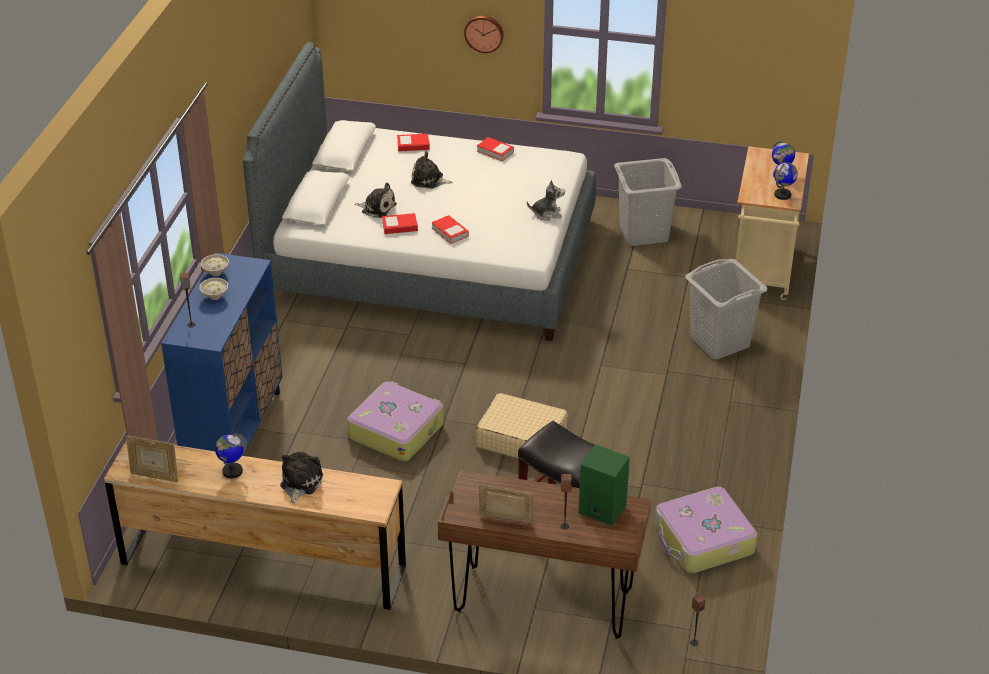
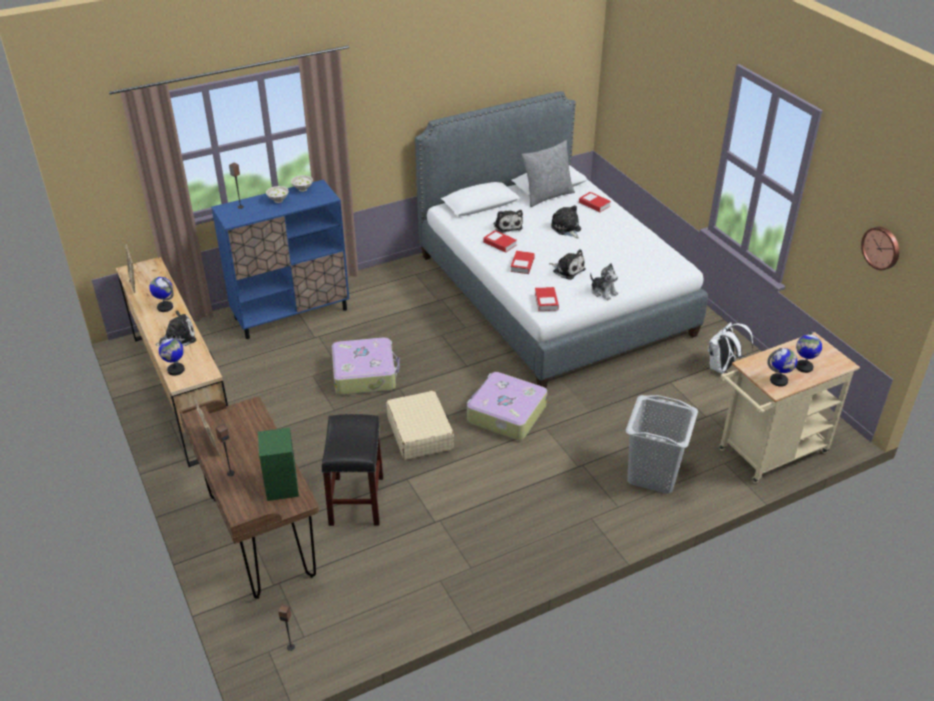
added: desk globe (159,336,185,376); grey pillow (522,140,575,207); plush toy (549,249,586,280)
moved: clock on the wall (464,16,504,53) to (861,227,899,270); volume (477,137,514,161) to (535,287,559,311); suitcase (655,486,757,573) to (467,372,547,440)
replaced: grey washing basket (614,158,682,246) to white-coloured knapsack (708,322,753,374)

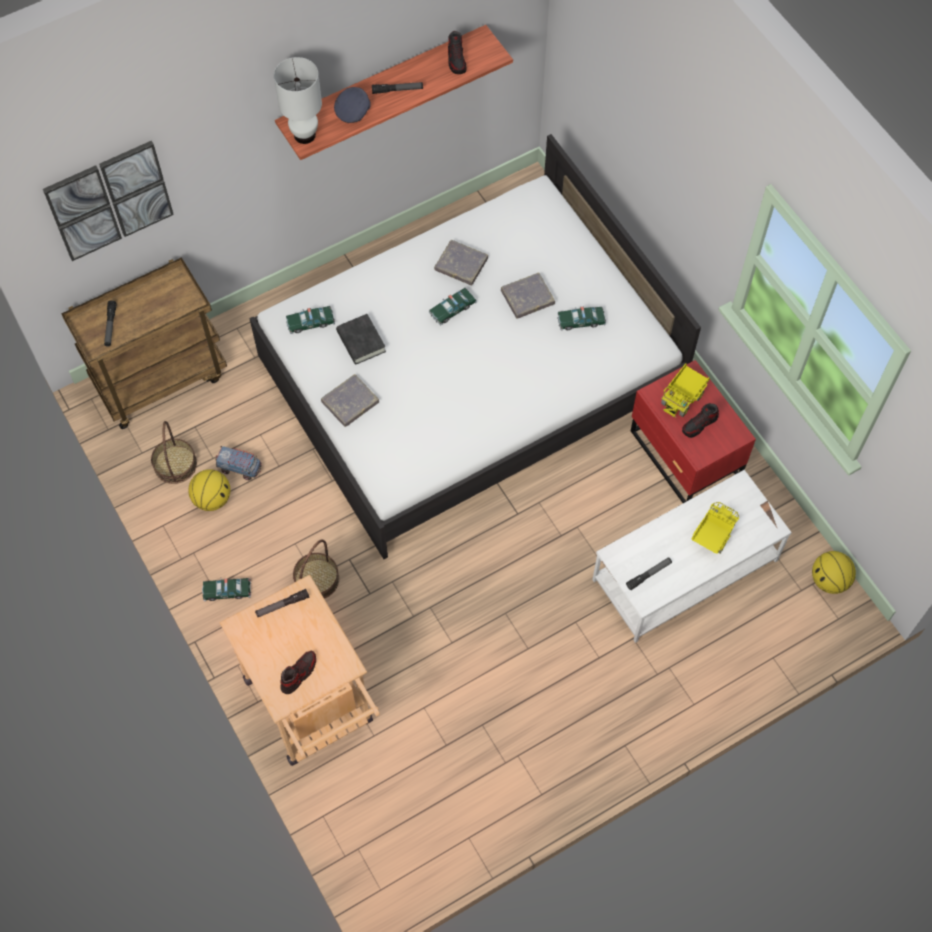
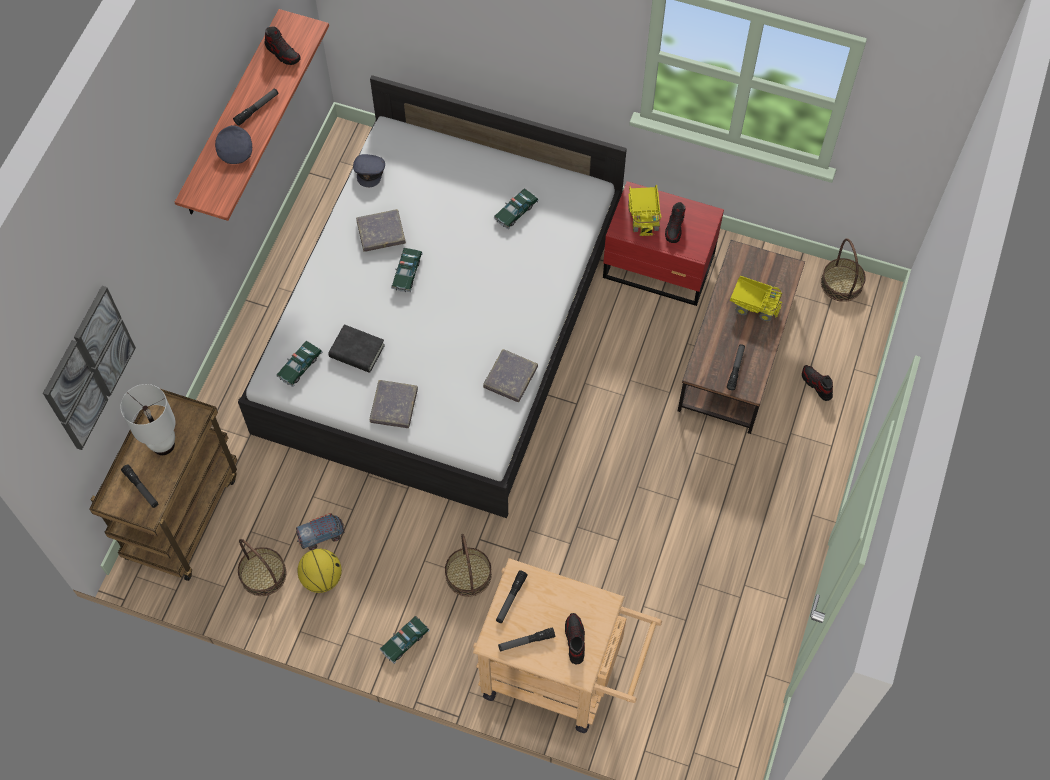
added: grey cap (353,154,385,187); flashlight (498,627,555,651); shoe (802,365,833,401)
moved: white-coloured table lamp (274,57,322,144) to (120,384,176,455); grey volume (501,272,555,319) to (483,349,538,402)
replaced: ball for basketball (812,551,856,594) to storage basket (821,238,866,302)
recoloured: white-coloured low table (592,470,792,643) to brown low table (678,240,805,434)
turned: toy lorry (691,502,739,554) = (730,276,782,321) 120 degrees clockwise

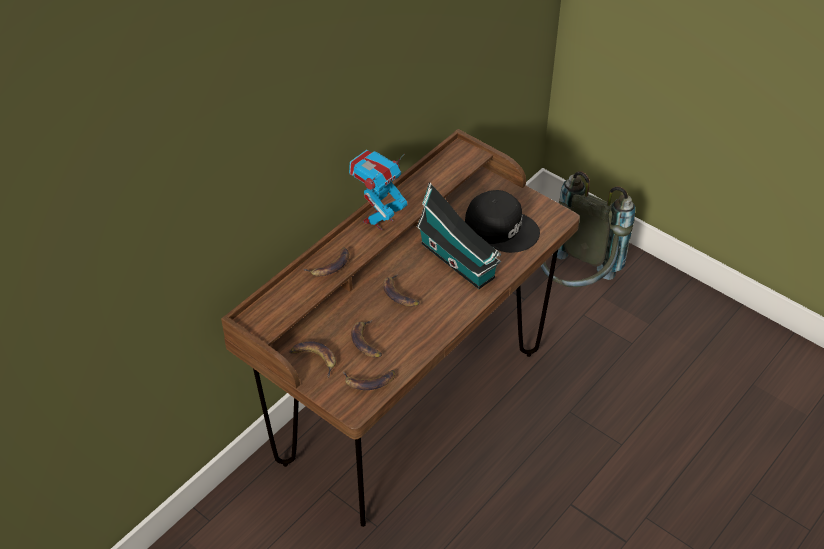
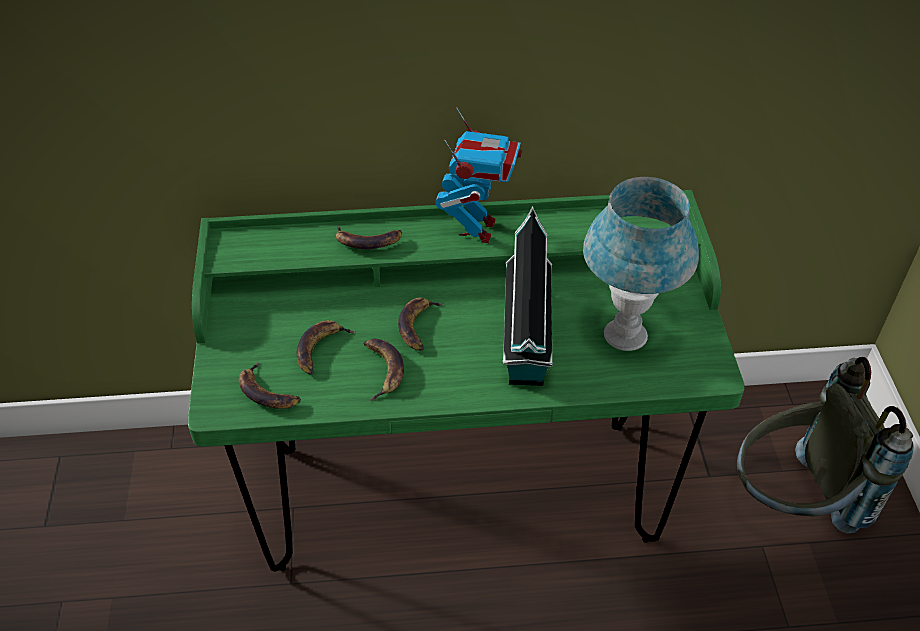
moved: banana fruit (290,341,336,378) to (364,339,404,401)
replaced: blackish cap (465,190,540,253) to blue table lamp (583,177,699,351)
recoloured: brown desk unit (221,129,580,527) to green-coloured desk unit (188,190,745,572)
turned: model robot (349,150,408,230) = (435,107,522,243) 105 degrees clockwise

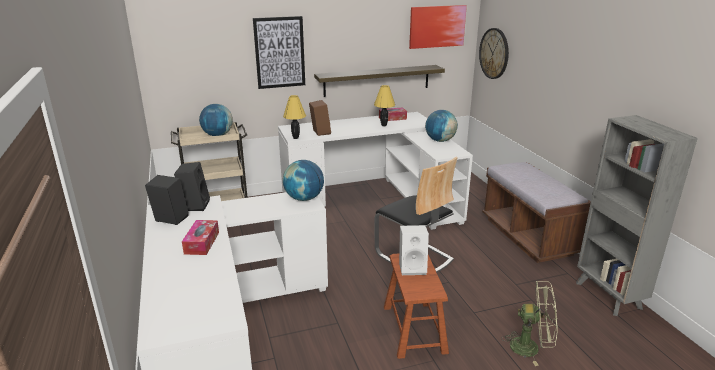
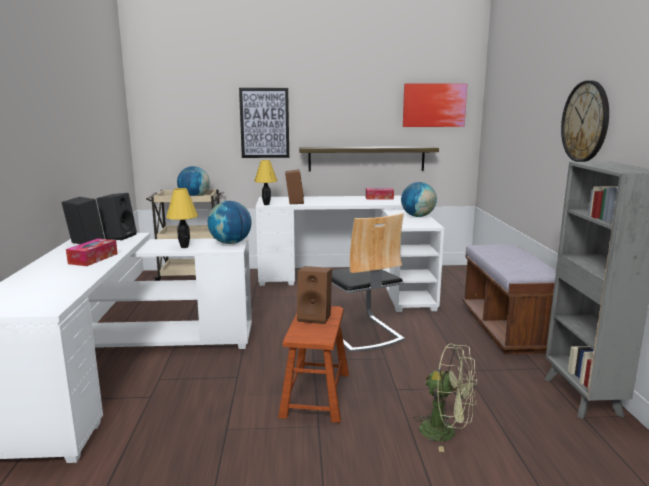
moved: yellow-coloured table lamp (374,85,395,126) to (166,188,198,248); clock on the wall (479,28,509,79) to (561,80,609,162)
recoloured: white-coloured speaker (399,225,429,275) to brown speaker (297,266,332,324)

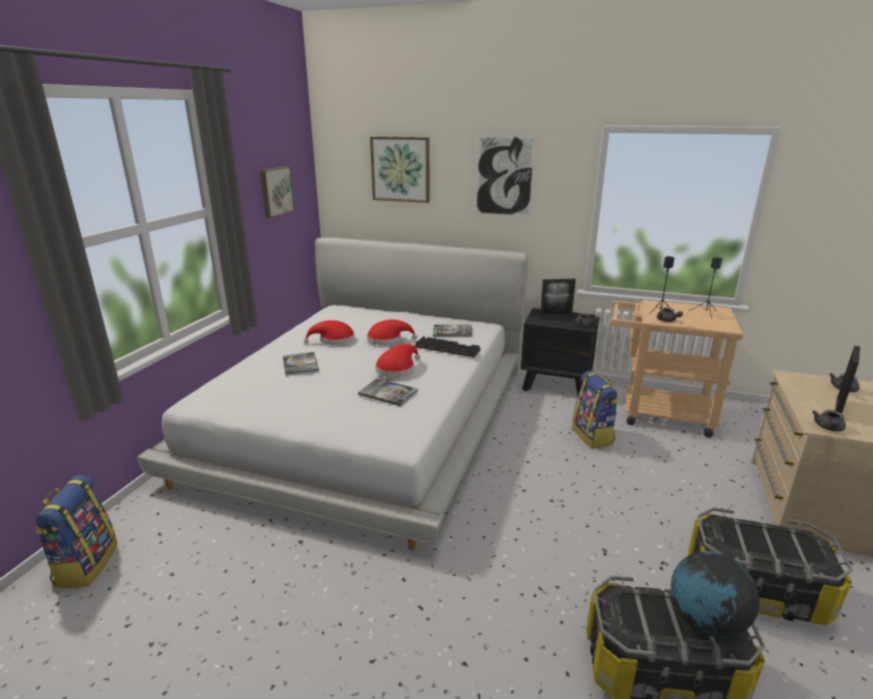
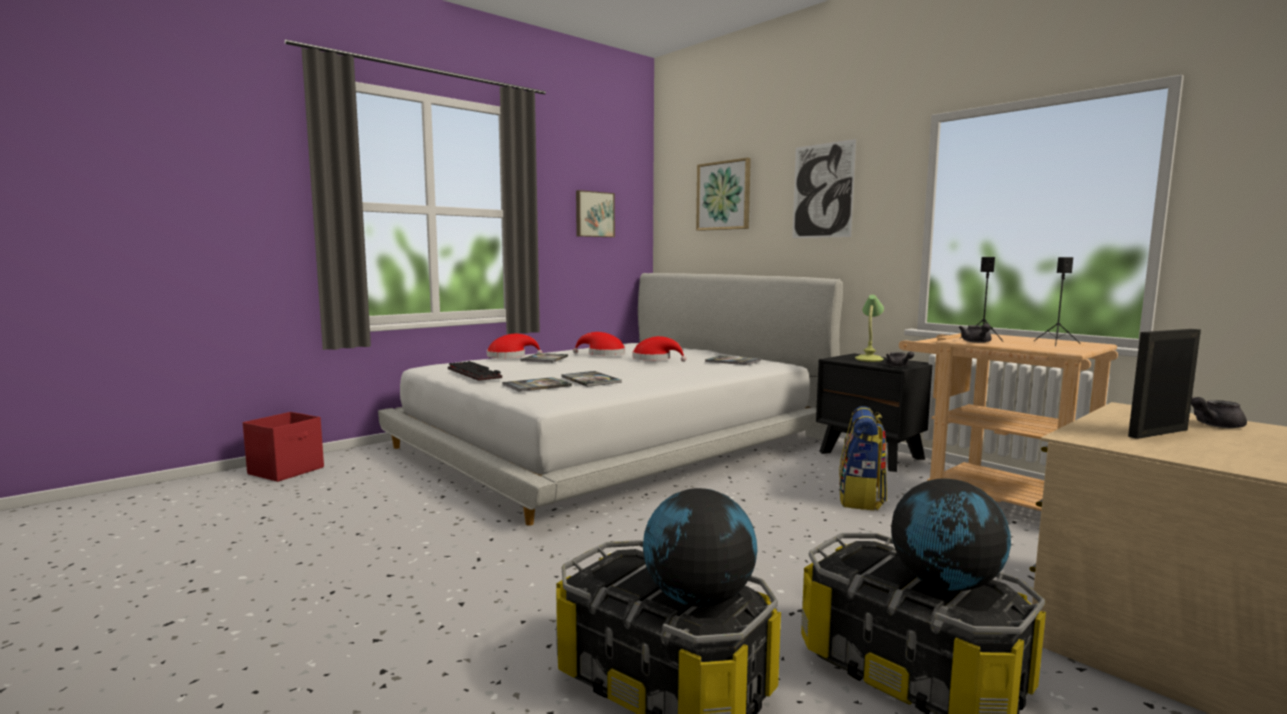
removed: grey teapot (812,410,846,432)
added: volume (502,377,572,392); desk globe (891,479,1011,591)
moved: red-coloured clothing hat (375,344,420,378) to (487,334,543,358); keyboard (415,336,481,358) to (448,361,502,381)
replaced: knapsack (35,475,117,588) to red-coloured storage box (243,412,324,482); standing frame (540,279,576,319) to table lamp (855,294,884,362)

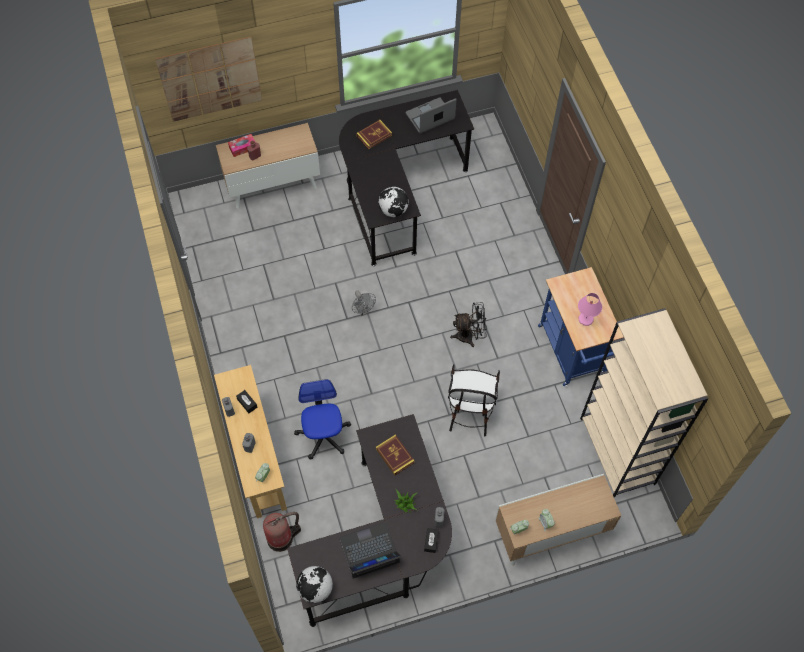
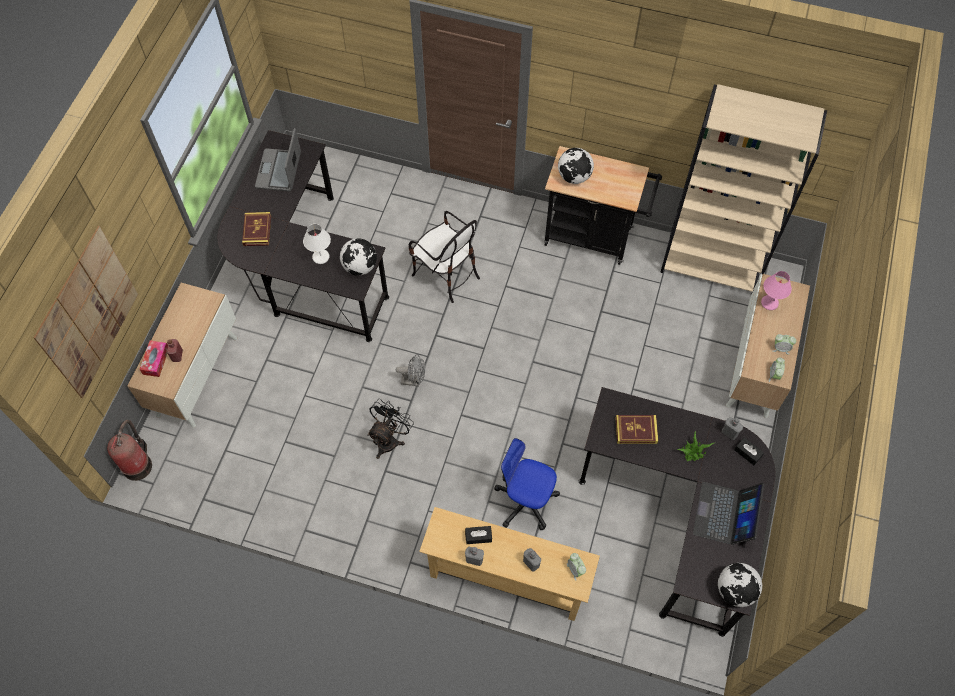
added: white-coloured table lamp (303,224,331,264); desk globe (558,148,594,184)
moved: fire extinguisher (263,512,301,552) to (107,420,152,481); upright chair (448,364,500,436) to (409,211,480,303); blackish fan (450,302,487,347) to (367,399,414,459); pink table lamp (578,293,602,326) to (761,271,792,310)
recoloured: blue trolley (538,267,624,387) to blackish trolley (544,146,662,265)

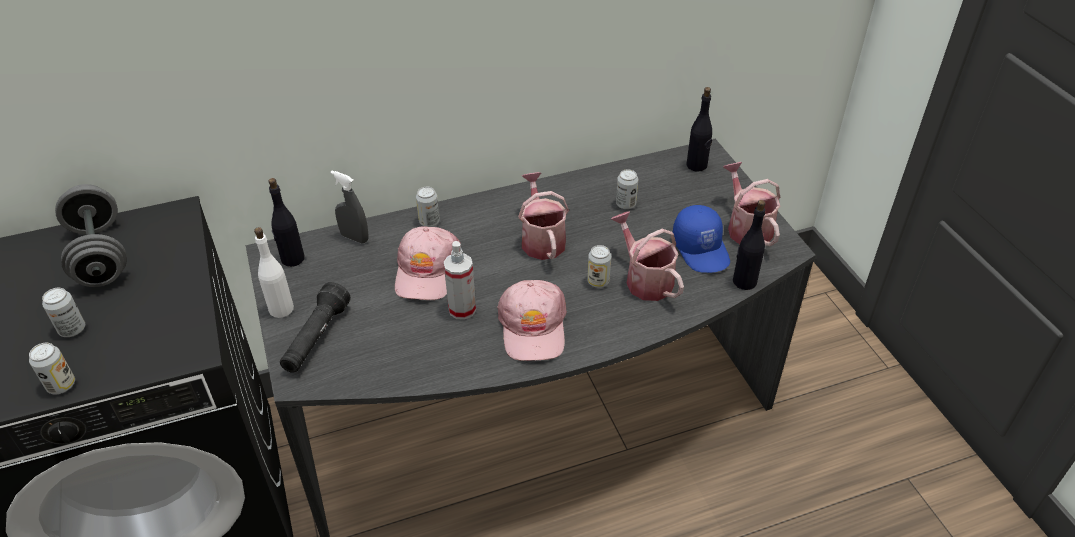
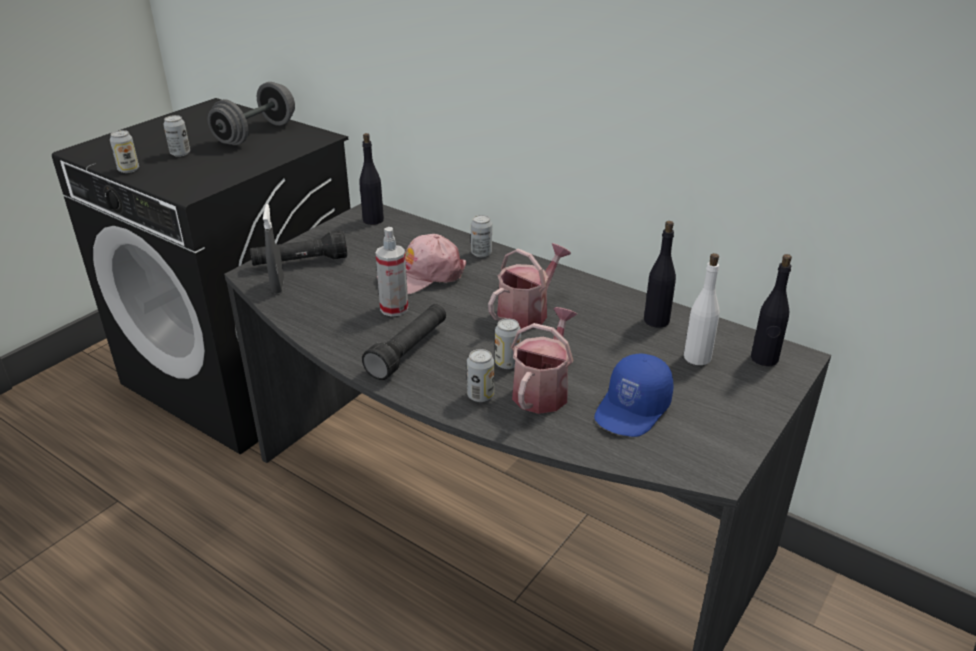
removed: watering pot (723,162,780,246)
moved: white-coloured beverage bottle (254,227,294,318) to (684,253,720,365); grey hand sprayer (330,171,368,243) to (263,204,284,294); can (616,169,638,209) to (467,349,494,402); blackish beverage bottle (733,200,766,290) to (644,221,676,328)
replaced: pink cap (497,280,567,361) to blackish flashlight (362,304,446,380)

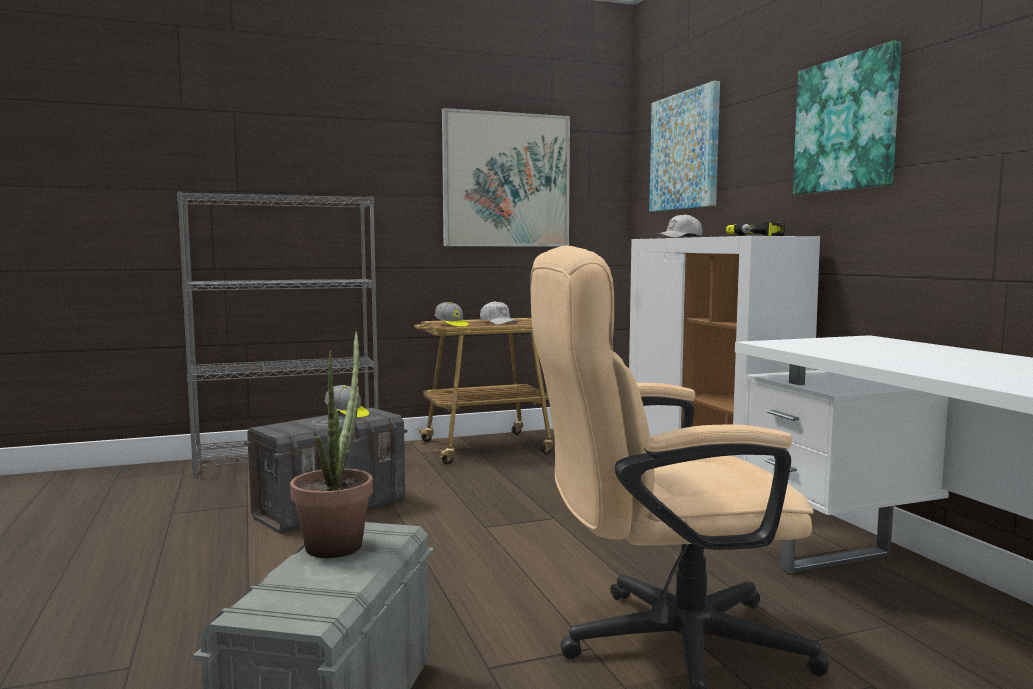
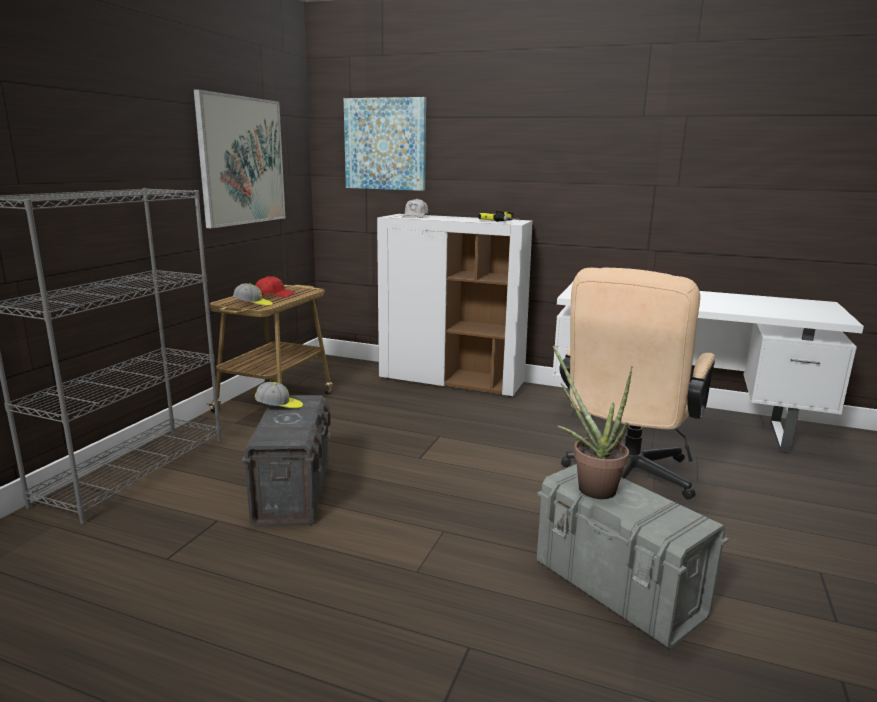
removed: wall picture (793,41,901,194)
recoloured: white-coloured cap (480,301,518,325) to red-coloured cap (255,276,295,297)

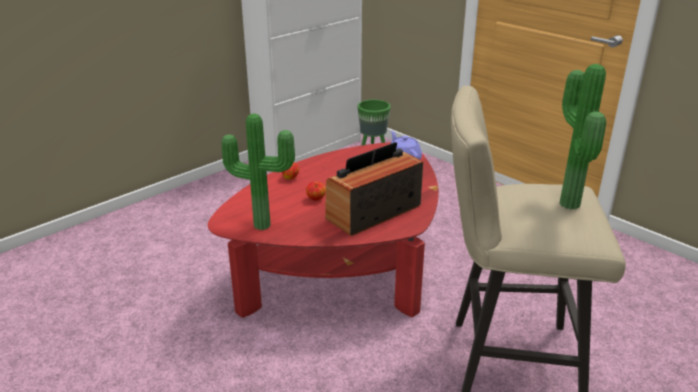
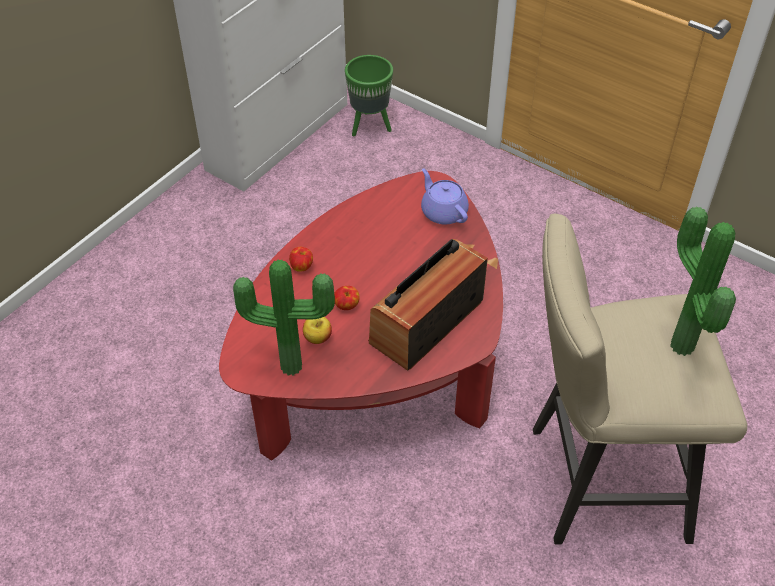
added: whole apple (303,317,332,344)

